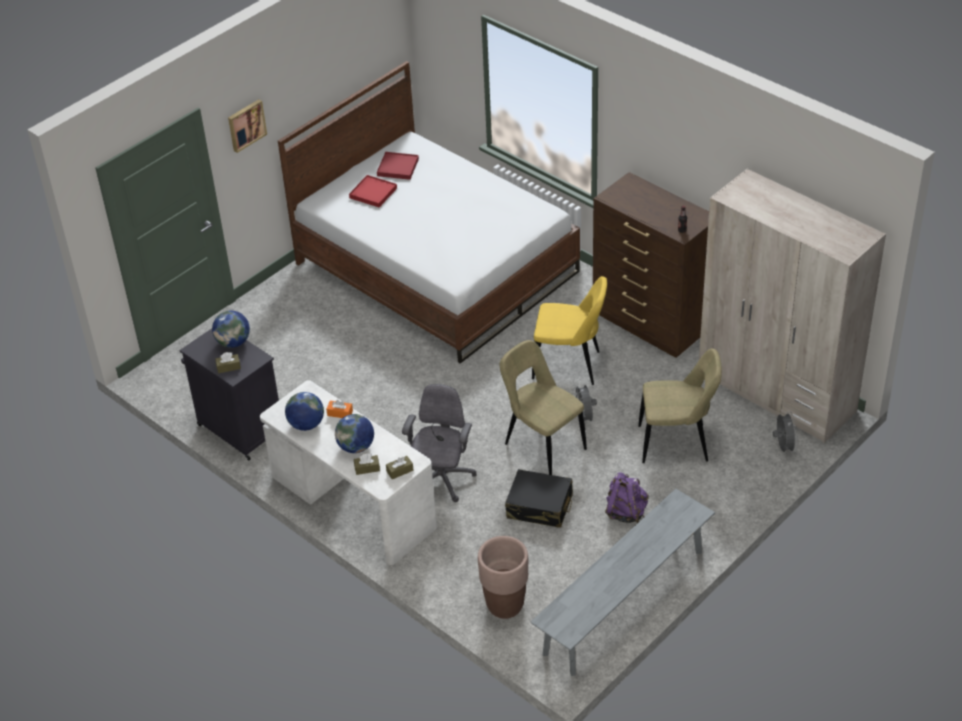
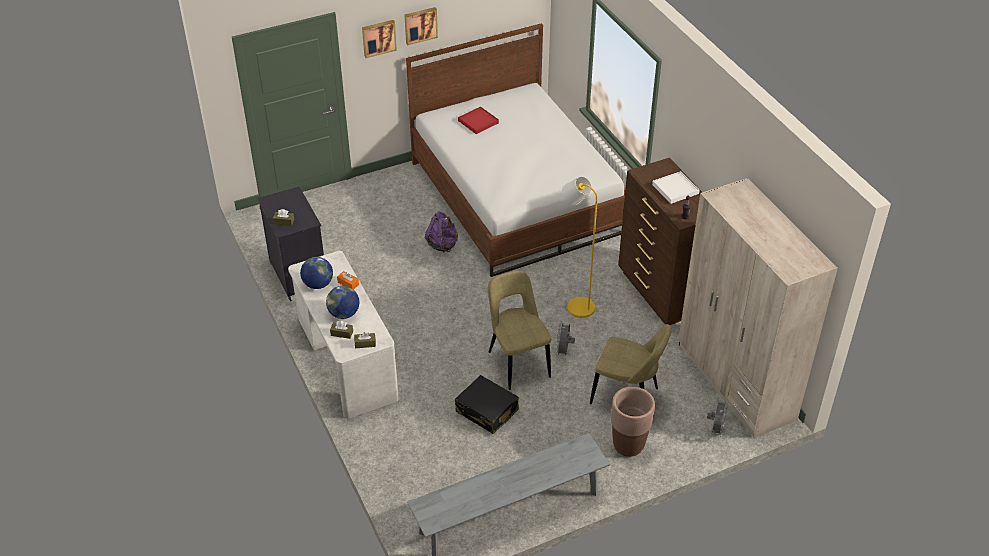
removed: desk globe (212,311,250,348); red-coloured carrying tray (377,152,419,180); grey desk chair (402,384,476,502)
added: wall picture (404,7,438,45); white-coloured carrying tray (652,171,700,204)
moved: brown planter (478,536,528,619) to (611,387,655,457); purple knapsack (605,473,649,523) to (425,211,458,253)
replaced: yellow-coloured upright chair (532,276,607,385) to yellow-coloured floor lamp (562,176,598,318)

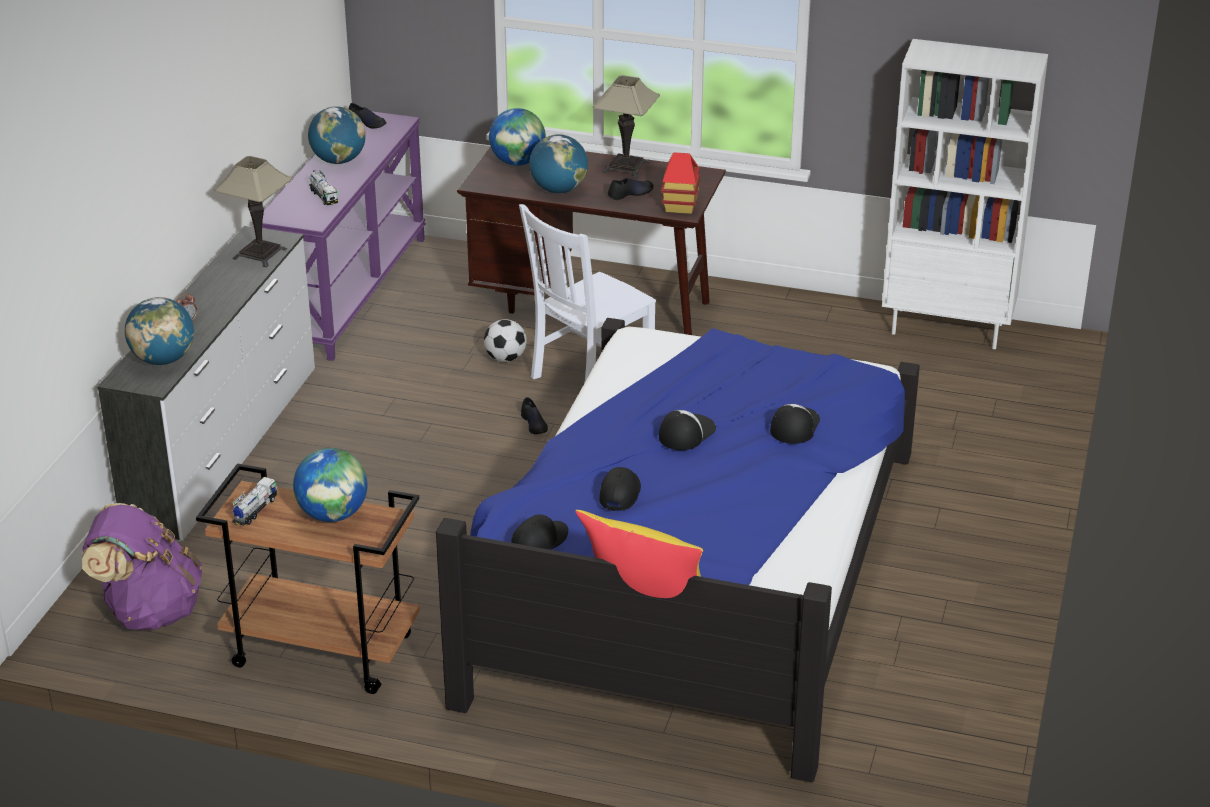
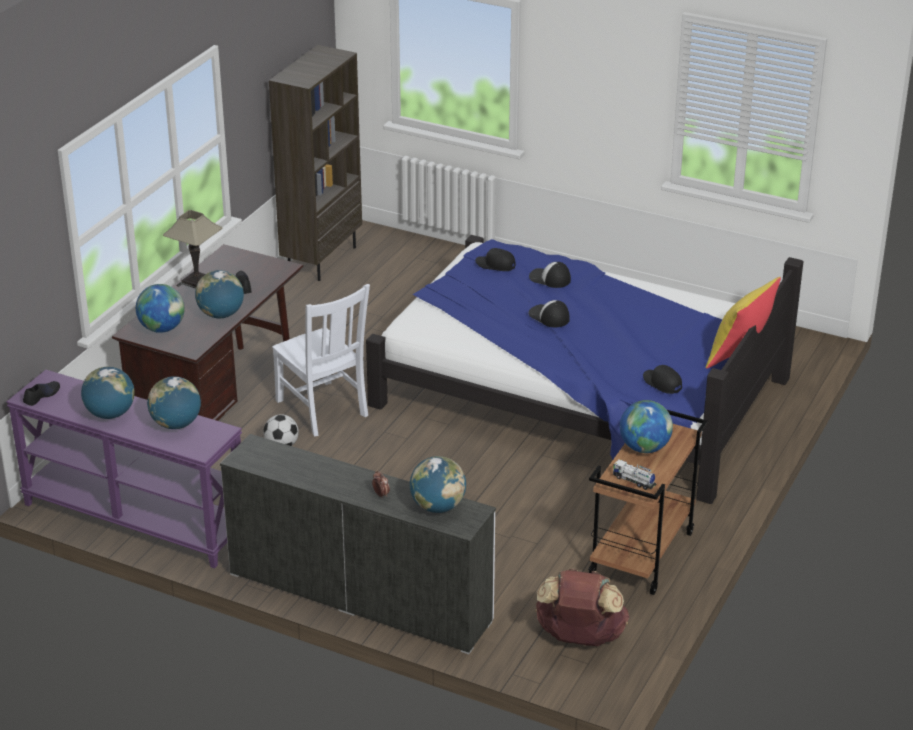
removed: table lamp (214,156,292,268); blackish shoe (521,397,548,434); miniature house (661,152,701,214)
moved: blackish cap (599,467,641,511) to (475,248,516,271)
replaced: toy lorry (309,170,338,205) to desk globe (147,376,201,429)
recoloured: purple knapsack (82,503,202,630) to brown knapsack (535,568,629,646); white-coloured bookcase (882,39,1048,349) to brown bookcase (269,45,362,281)

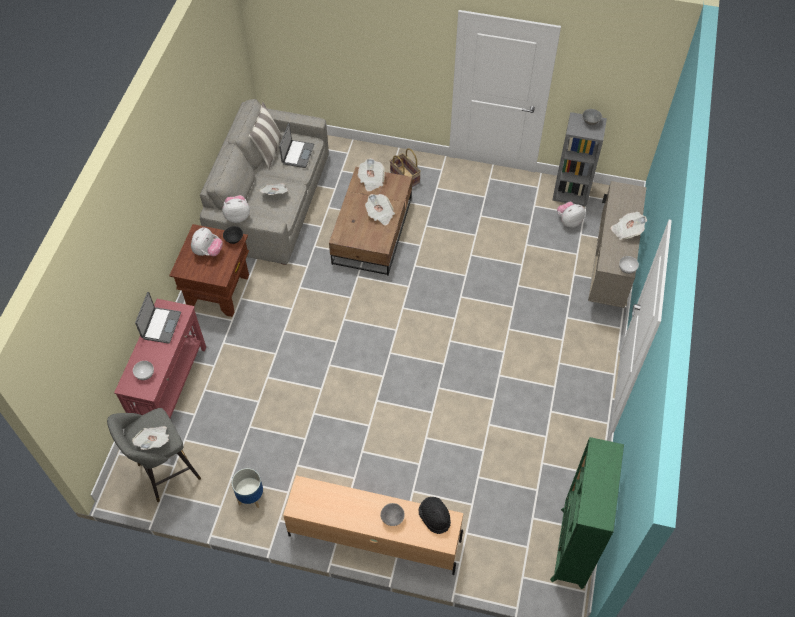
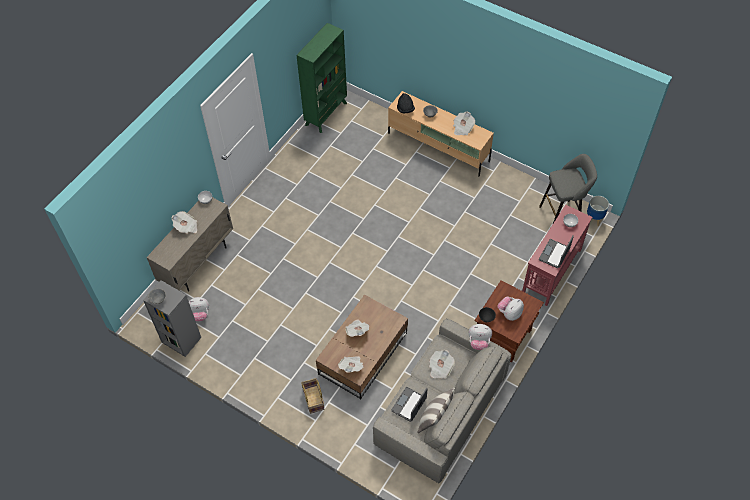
moved: printed paper (132,426,169,450) to (453,112,475,136); planter (232,468,263,508) to (587,196,609,226)

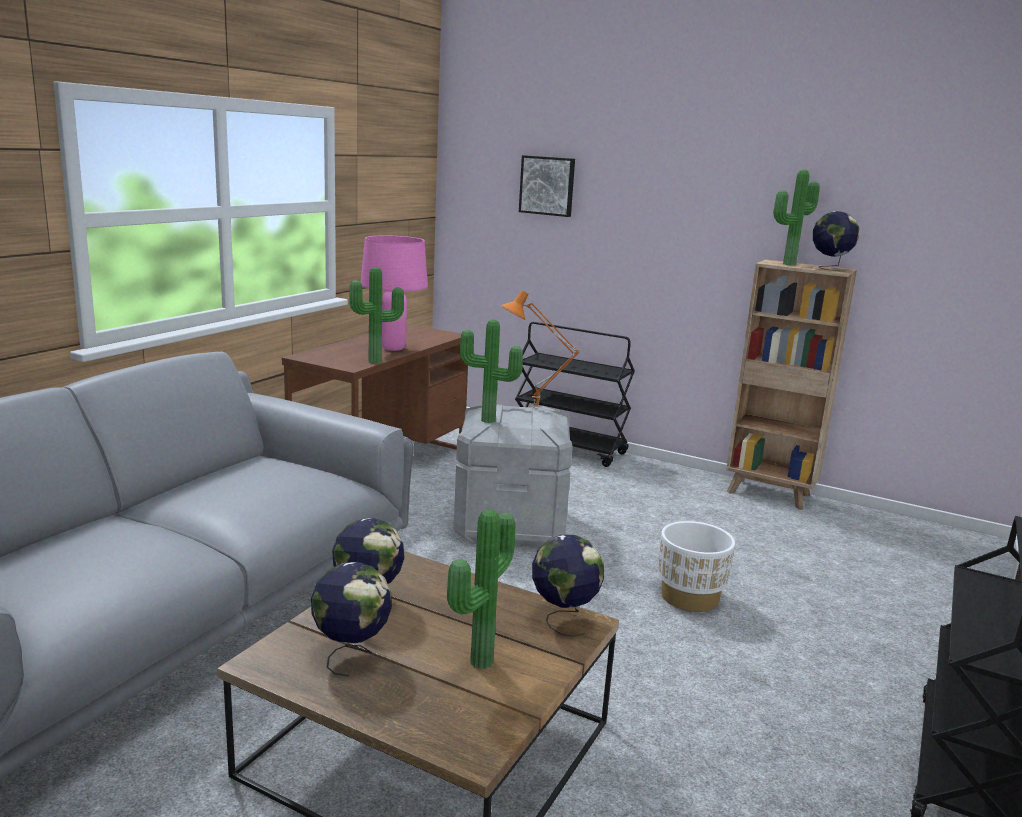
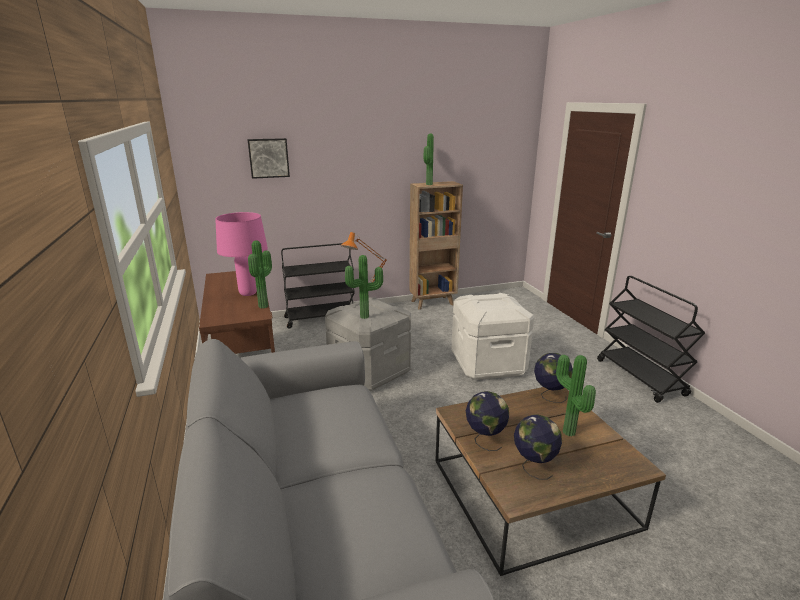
removed: desk globe (813,211,859,271)
replaced: white-coloured planter (658,521,735,612) to white-coloured storage box (451,293,534,380)

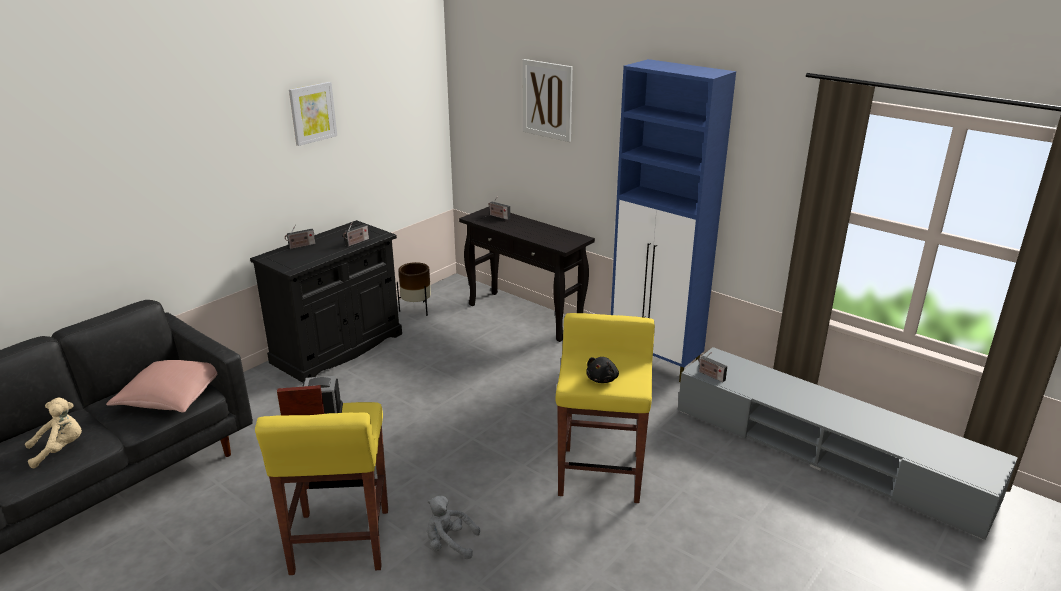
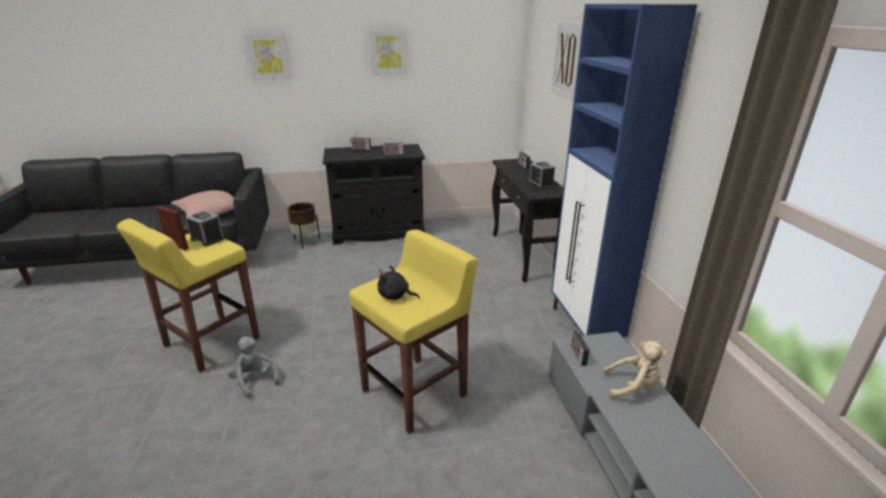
added: wall picture (245,33,291,80); bedside clock (529,162,555,189)
moved: beige plush toy (25,398,82,468) to (603,341,667,399); brown planter (397,262,431,316) to (288,202,320,249)
turned: blackish plush toy (586,357,619,383) = (377,265,420,300) 45 degrees clockwise

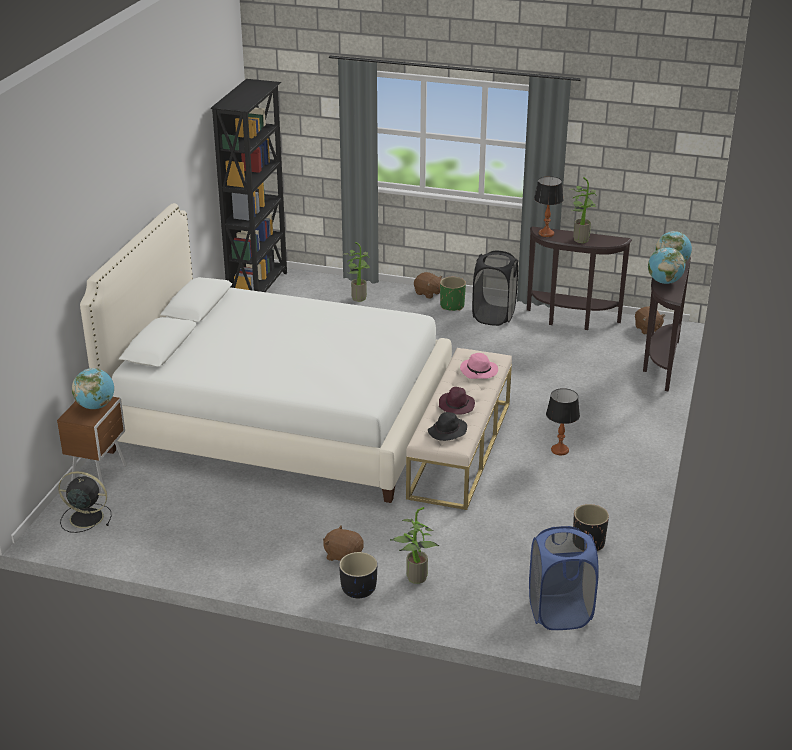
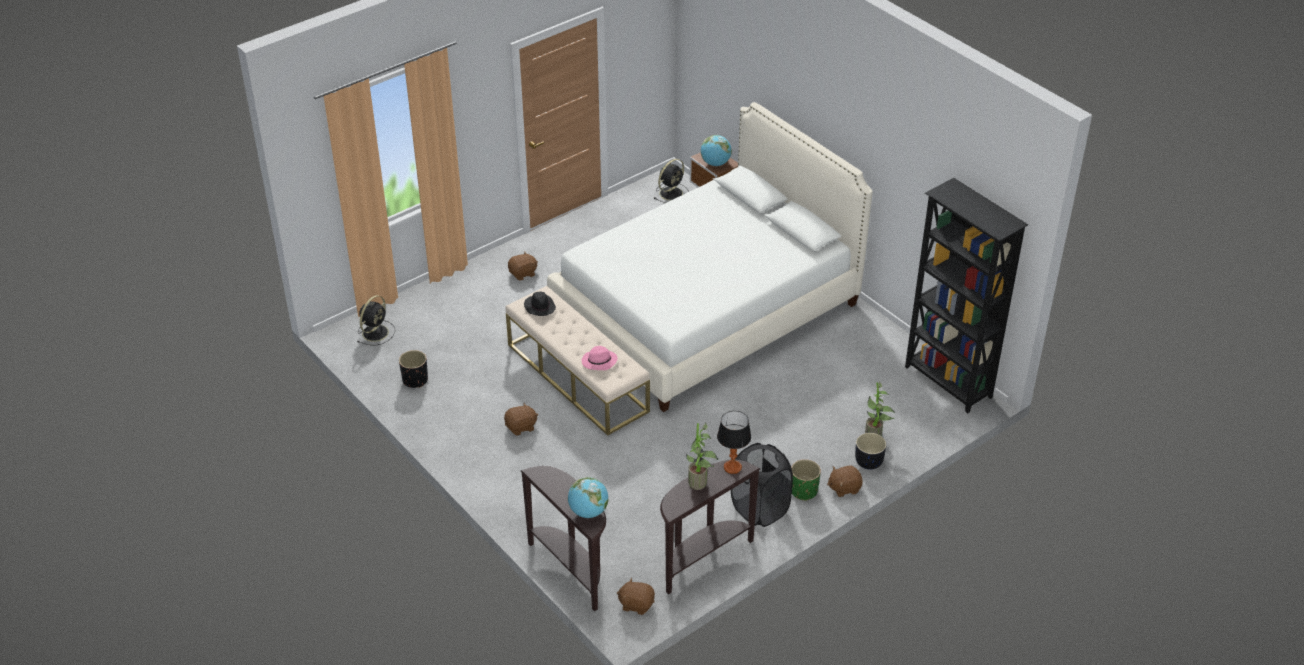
removed: houseplant (390,507,440,584); purple clothing hat (439,387,475,415); desk globe (648,247,685,284)
moved: blackish planter (339,552,377,598) to (855,433,887,470)
replaced: blue washing basket (529,526,599,630) to blackish fan (357,295,395,346); table lamp (546,388,580,455) to brown plush toy (504,403,538,436)

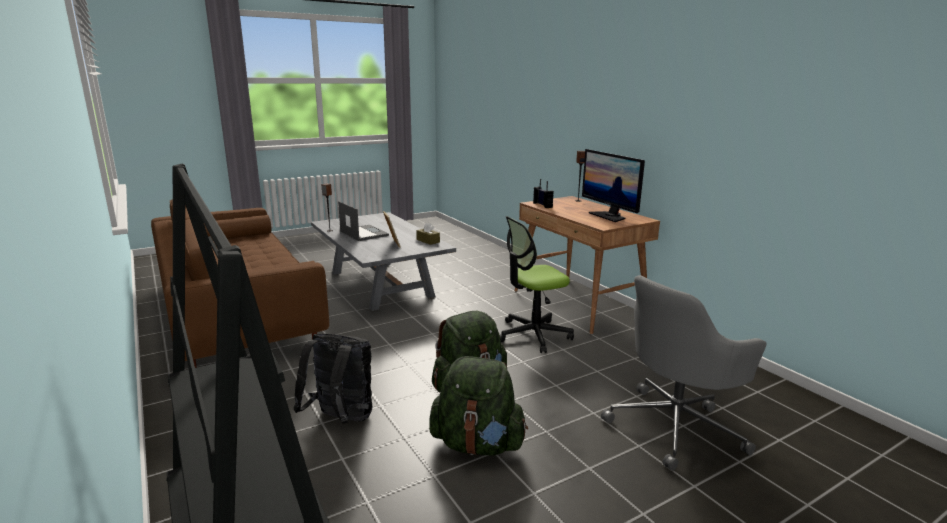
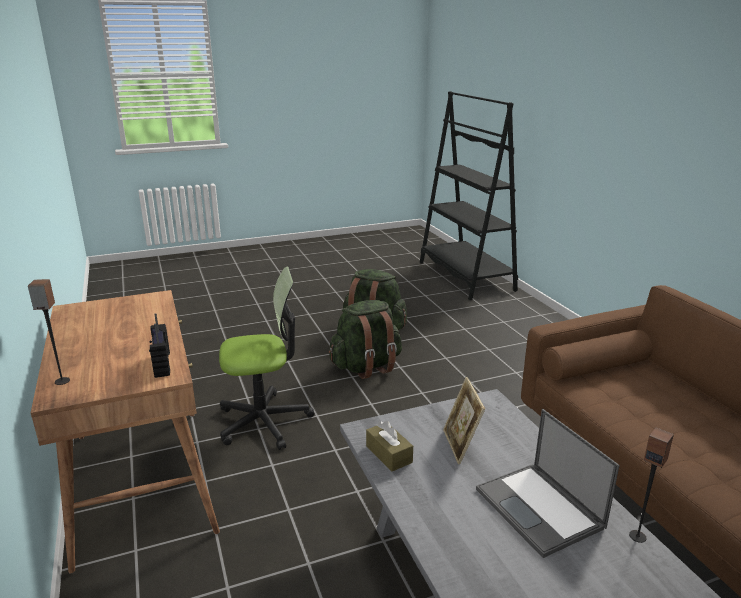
removed: blackish knapsack (294,334,373,424); computer display (582,149,645,222); grey desk chair (601,275,766,471)

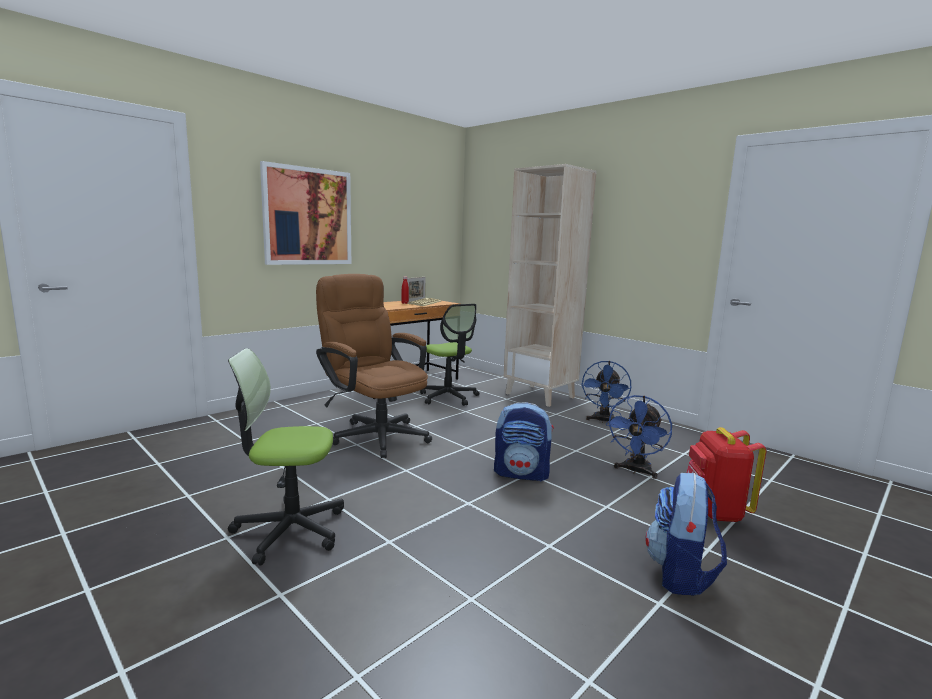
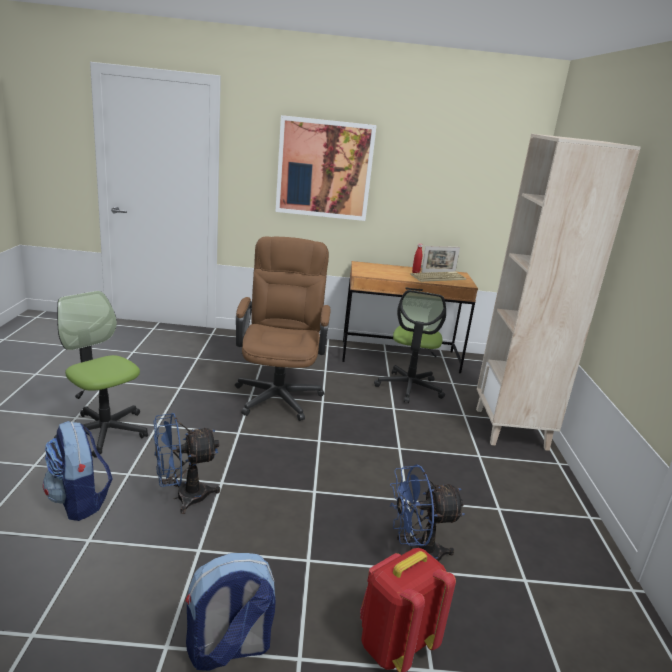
moved: knapsack (494,402,554,482) to (43,421,113,521); blue fan (581,361,631,423) to (153,413,220,514)

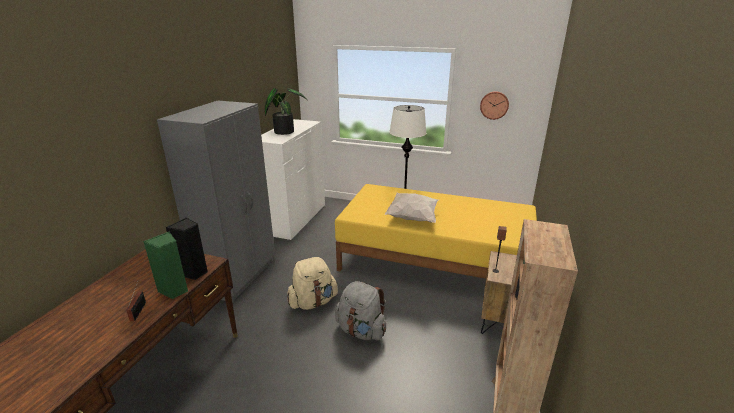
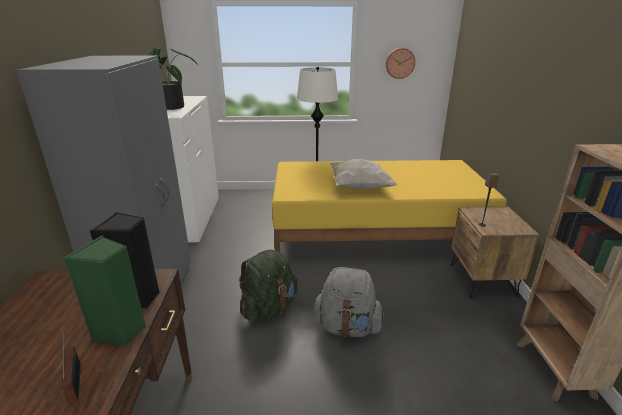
recoloured: beige knapsack (287,257,338,310) to green-coloured knapsack (239,249,298,322)

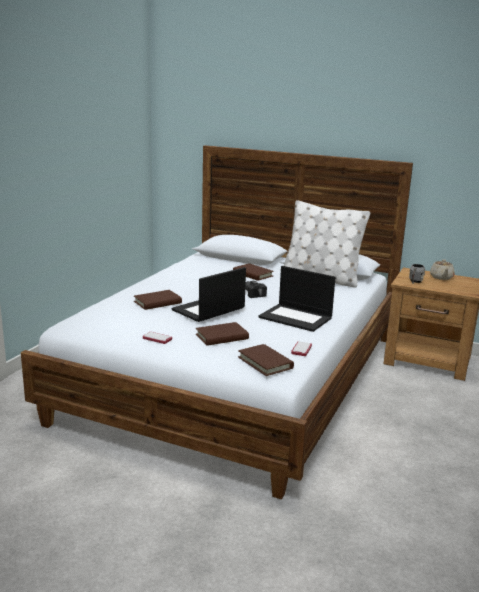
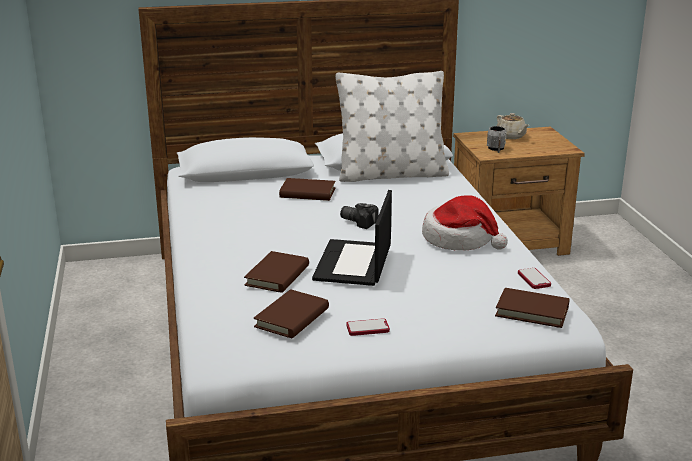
moved: brown volume (196,322,249,346) to (253,289,329,338)
replaced: laptop (258,266,335,332) to clothing hat (422,195,508,250)

